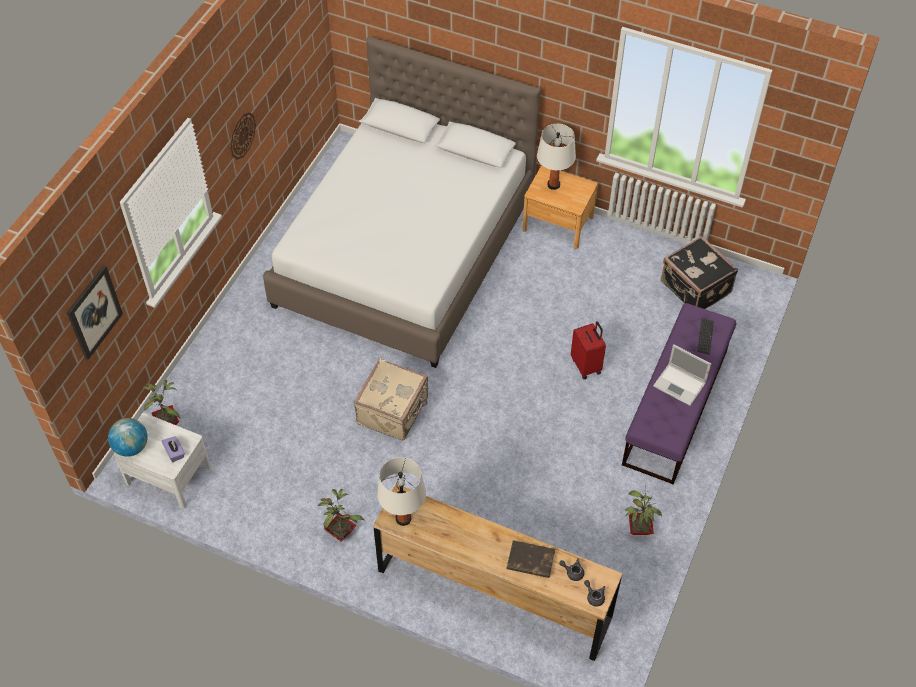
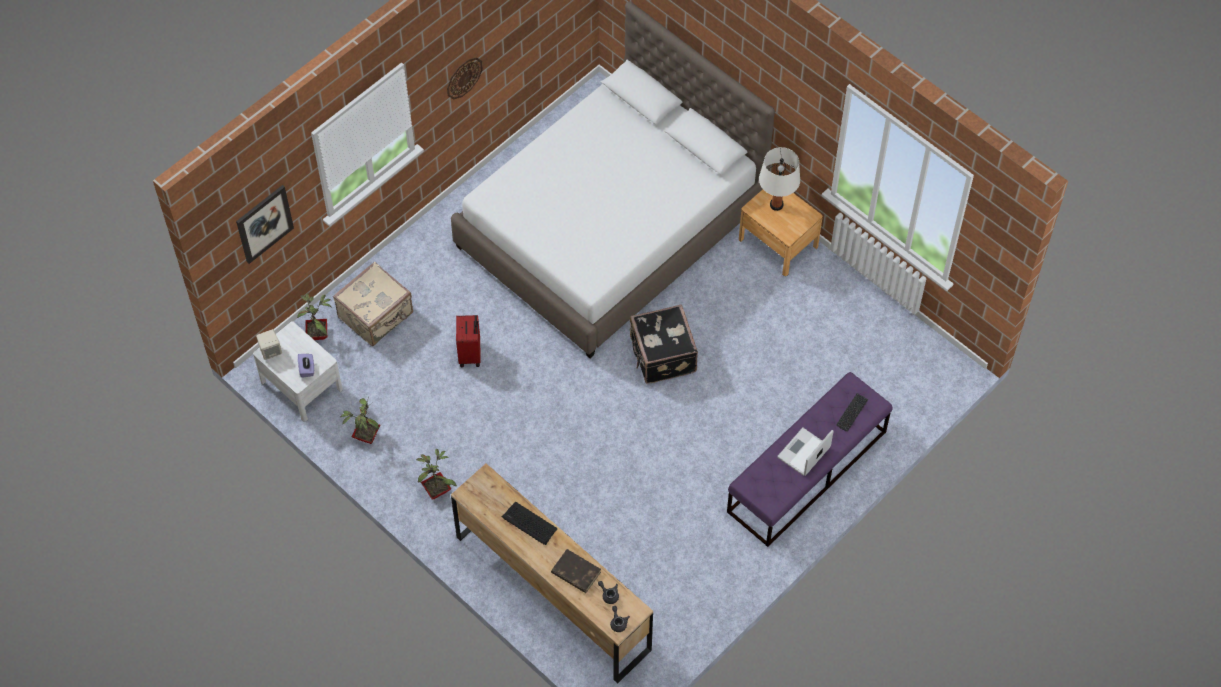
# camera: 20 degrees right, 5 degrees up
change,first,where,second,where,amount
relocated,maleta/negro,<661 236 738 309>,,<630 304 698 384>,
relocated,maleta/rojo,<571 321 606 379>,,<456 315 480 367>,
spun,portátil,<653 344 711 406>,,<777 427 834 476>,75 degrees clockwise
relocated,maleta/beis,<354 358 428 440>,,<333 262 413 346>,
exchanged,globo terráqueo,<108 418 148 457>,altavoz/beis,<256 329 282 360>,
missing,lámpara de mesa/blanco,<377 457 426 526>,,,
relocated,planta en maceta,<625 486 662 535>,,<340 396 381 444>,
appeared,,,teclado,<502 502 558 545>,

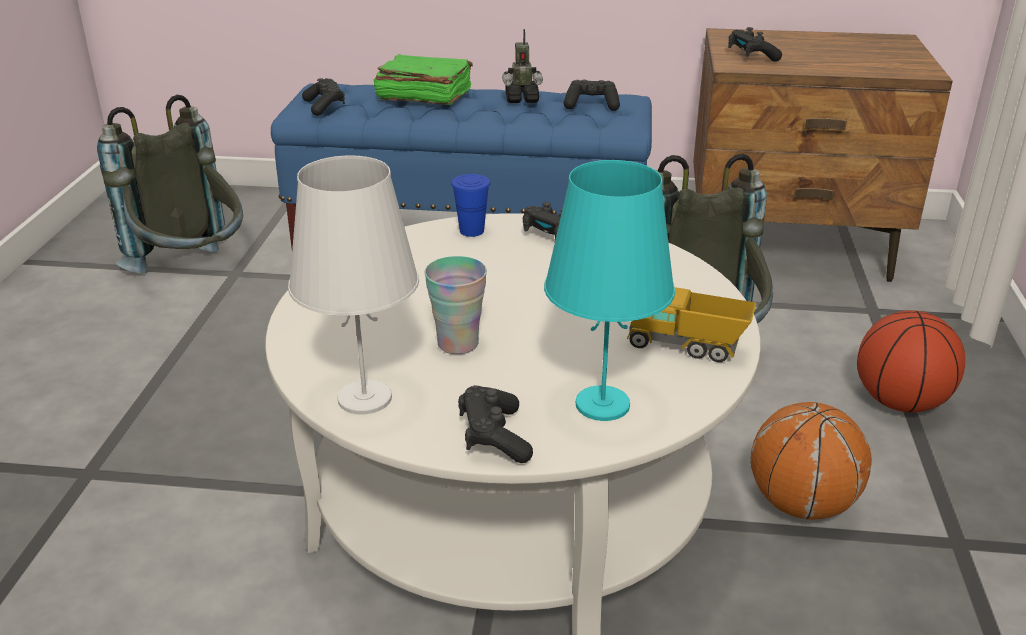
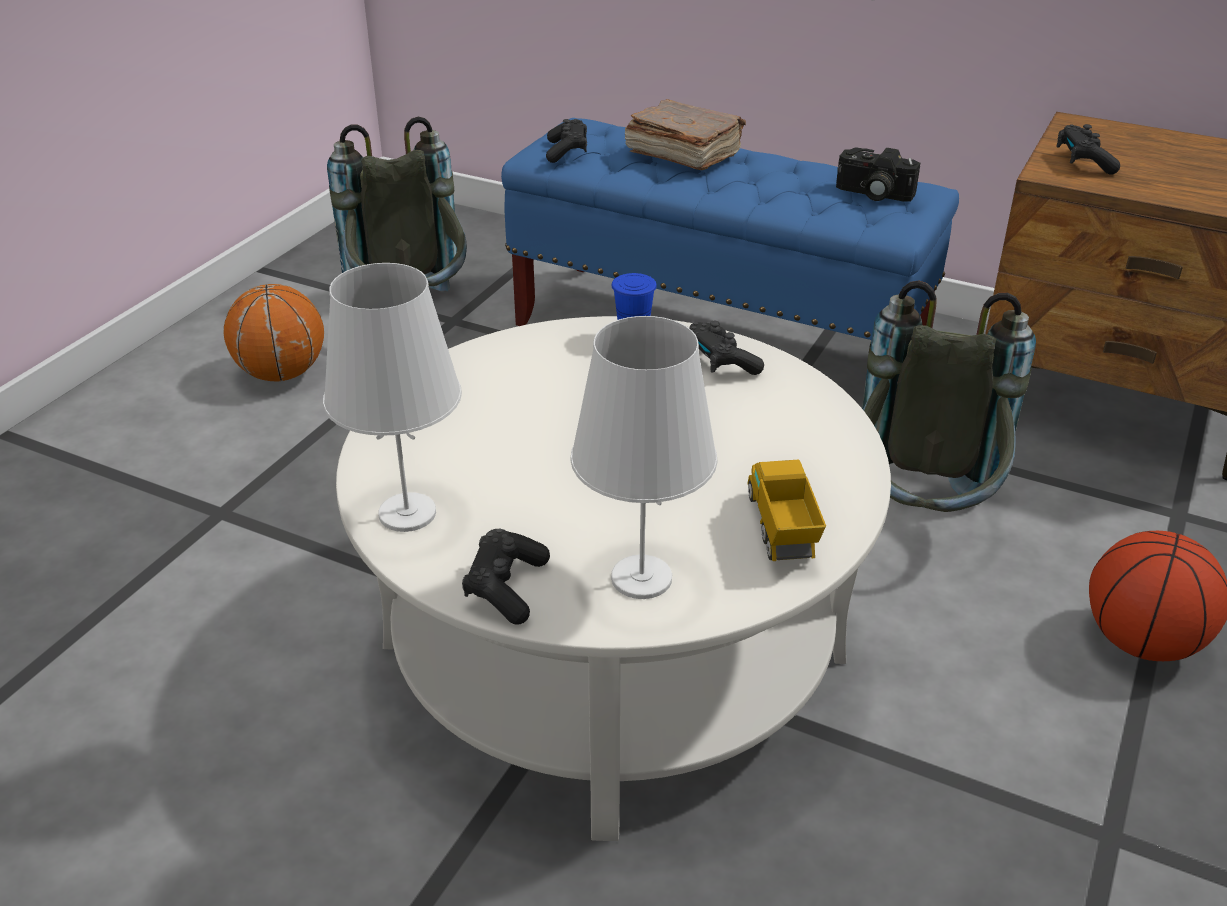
# camera: 20 degrees right, 5 degrees up
change,first,where,second,where,amount
missing,robot de juguete,<502 29 543 103>,,,
colour,libro/verde,<374 54 473 105>,libro/marrón,<625 99 746 170>,
exchanged,mando de consola/negro,<563 80 620 111>,cámara,<836 148 920 202>,
colour,lámpara de mesa/turquesa,<544 160 675 421>,lámpara de mesa/blanco,<570 316 718 599>,
missing,taza,<425 256 487 354>,,,
spun,camión de juguete,<627 287 757 362>,,<748 459 826 561>,45 degrees clockwise
relocated,balón de baloncesto,<750 402 872 520>,,<224 284 324 381>,

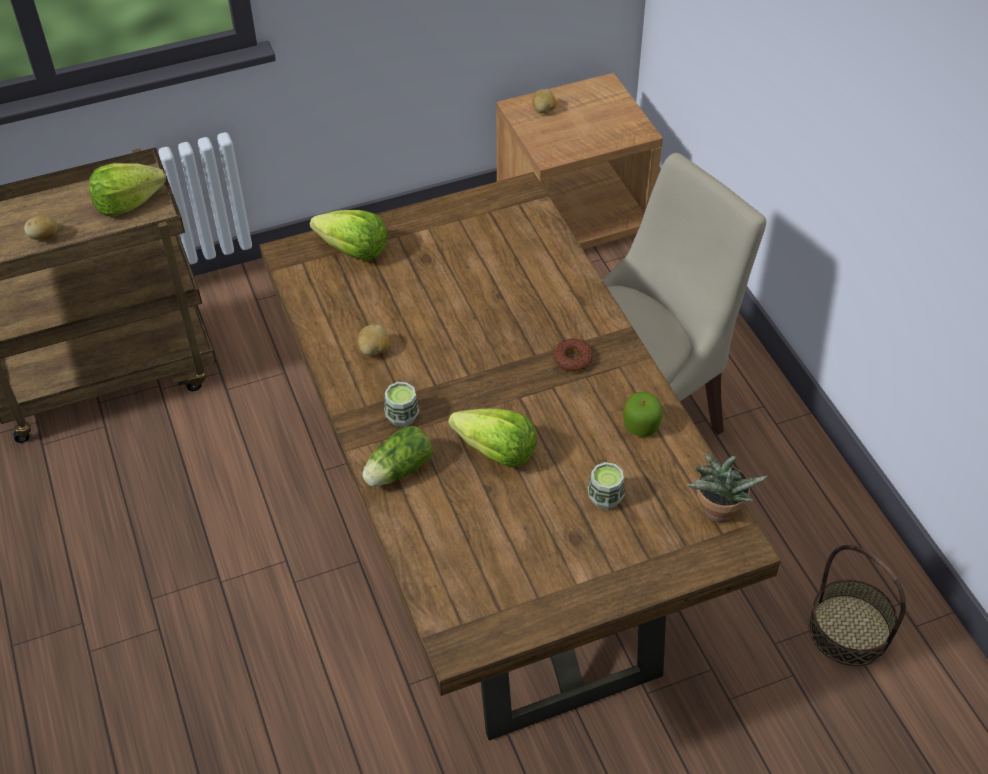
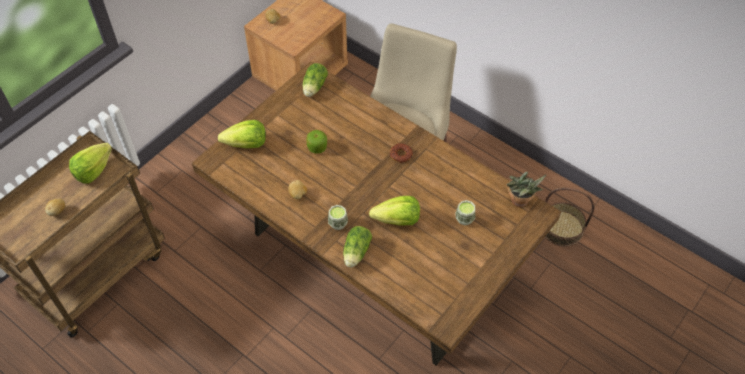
# camera: 30 degrees left, 5 degrees up
change,first,where,second,where,amount
relocated,manzana,<623 392 663 437>,,<306 130 327 154>,
appeared,,,lechuga,<302 63 328 97>,

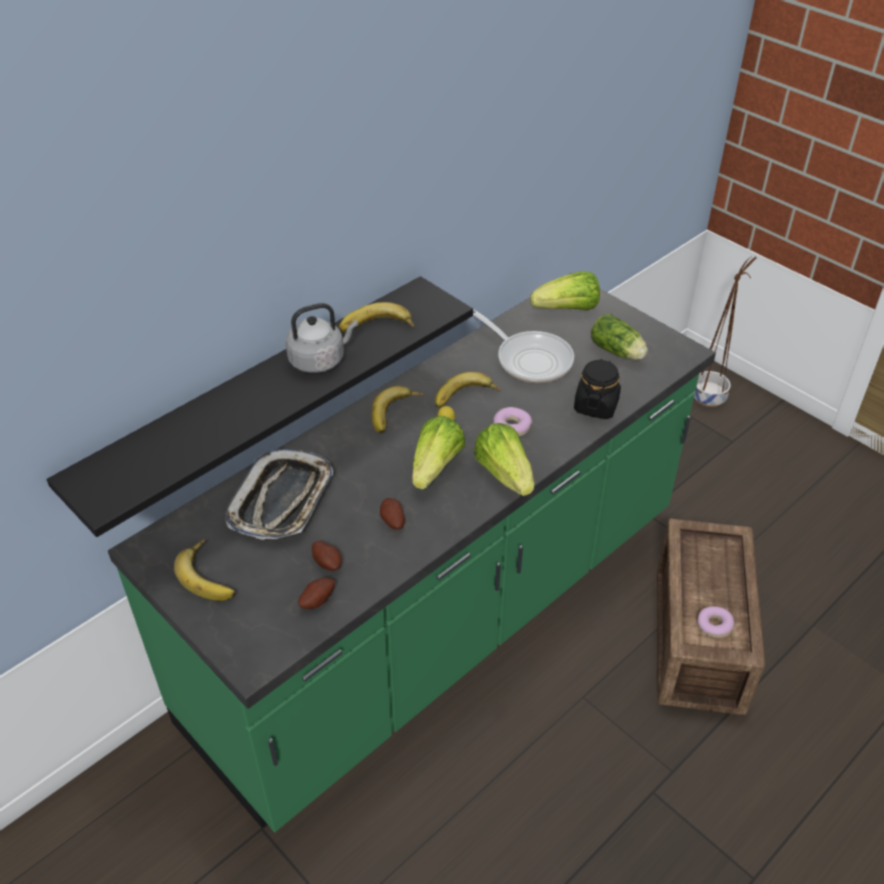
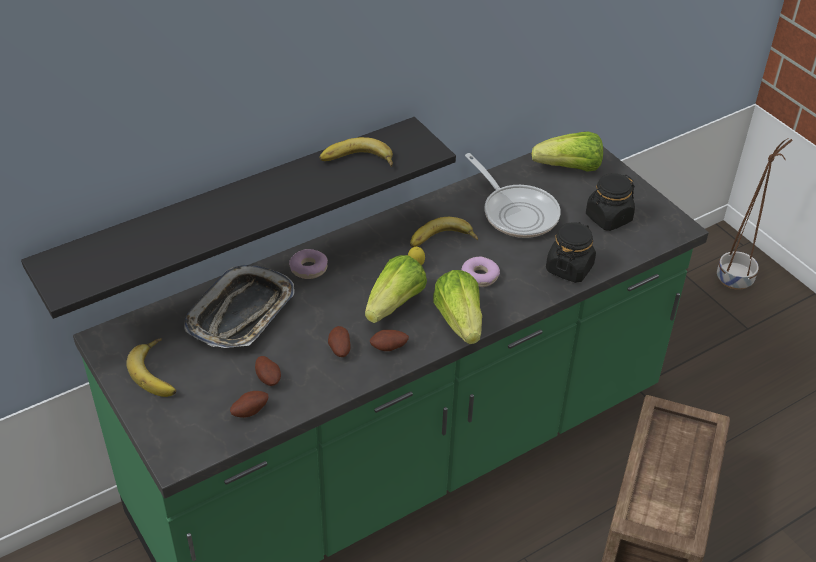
# camera: 10 degrees right, 0 degrees up
change,first,where,second,where,amount
missing,hervidor/gris,<285 303 358 373>,,,
exchanged,lechuga,<591 314 648 360>,tarro/negro,<586 173 635 231>,
missing,plátano,<371 386 424 433>,,,
relocated,rosquilla,<697 606 734 638>,,<289 249 328 279>,
appeared,,,patata,<370 330 409 351>,

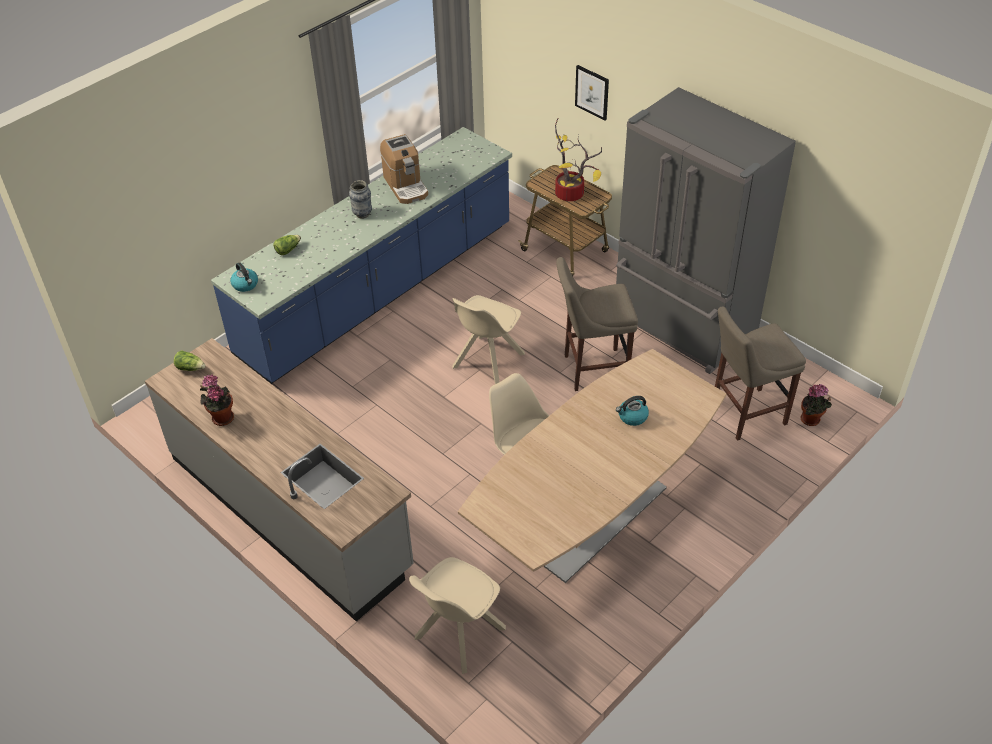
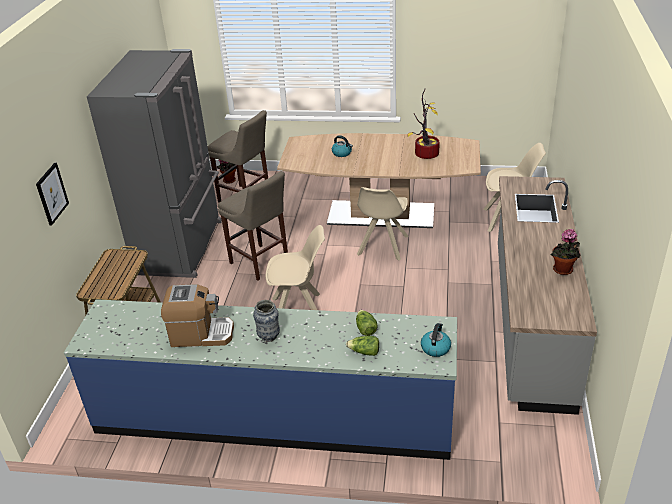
# camera: 125 degrees left, 10 degrees down
change,first,where,second,where,amount
relocated,planta en maceta,<555 118 602 201>,,<407 88 440 159>,
spun,cafetera,<380 134 428 204>,,<161 284 234 347>,60 degrees clockwise
relocated,lechuga,<174 350 206 371>,,<356 310 378 336>,

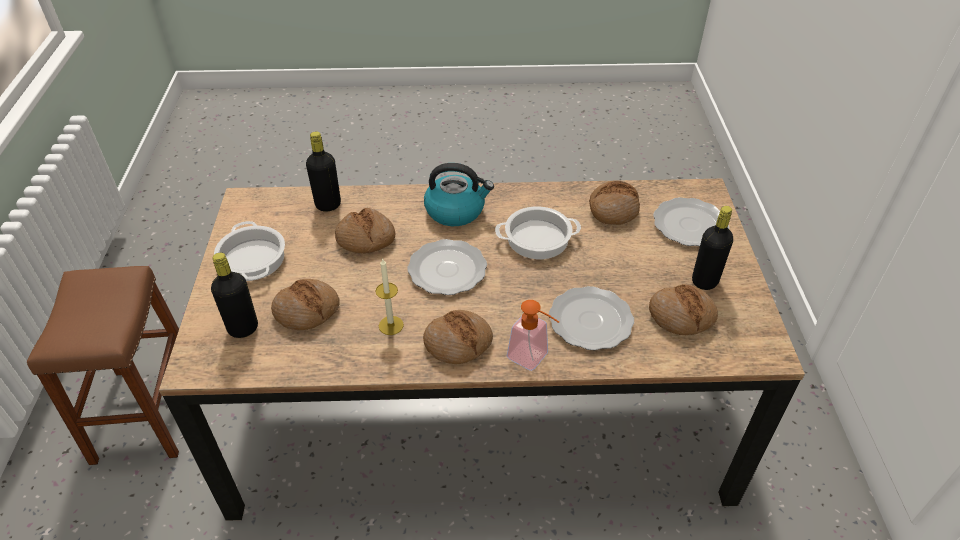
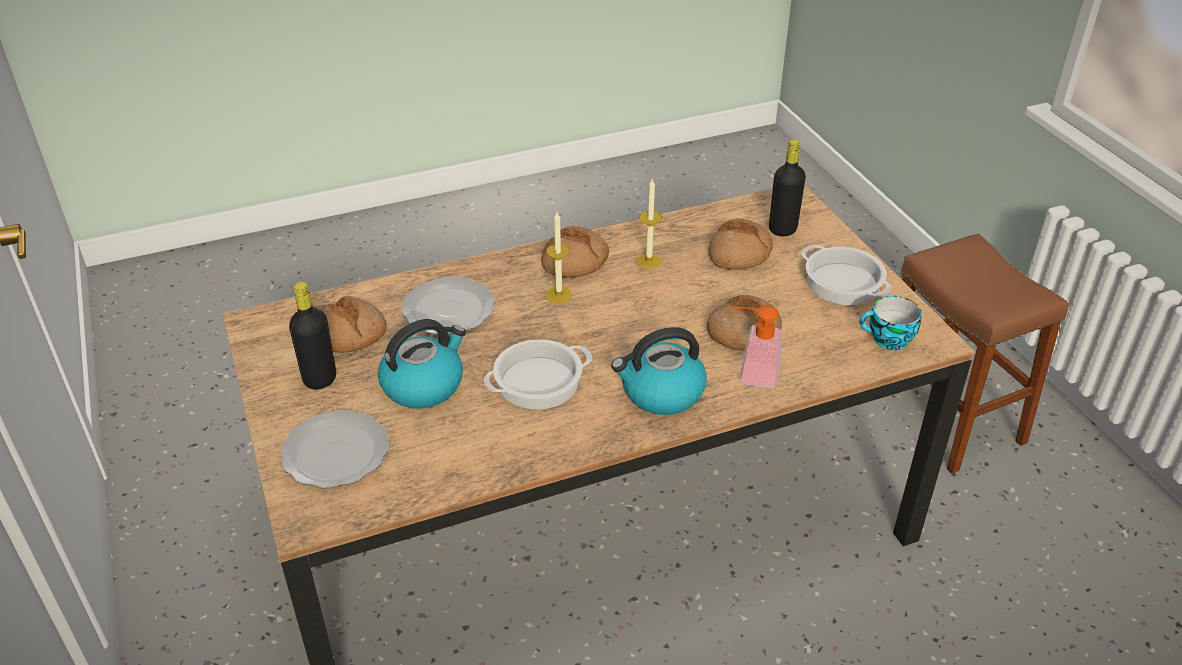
# camera: 160 degrees right, 5 degrees down
change,first,where,second,where,amount
missing,botella/negro,<306 132 341 212>,,,
missing,pan,<589 180 640 225>,,,
missing,plato,<407 239 487 295>,,,
relocated,dispensador de jabón,<507 300 559 371>,,<731 305 781 389>,
appeared,,,vela,<546 212 572 304>,
appeared,,,taza,<860 296 922 350>,
appeared,,,hervidor,<378 319 466 408>,

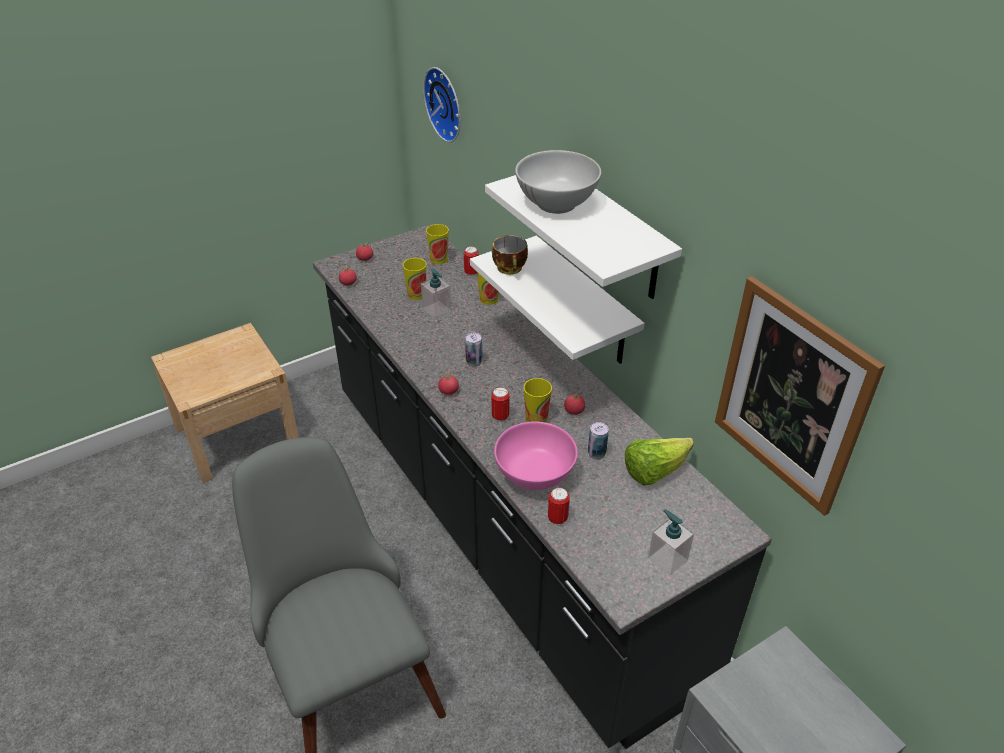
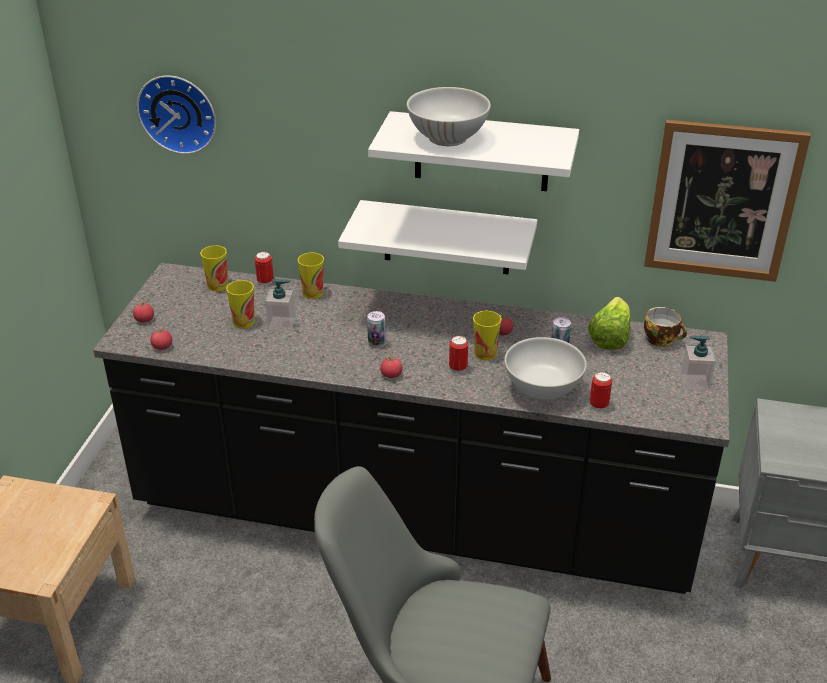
# camera: 45 degrees left, 5 degrees down
change,first,where,second,where,amount
relocated,taza,<492 235 528 275>,,<644 307 687 347>,
colour,cuenco/rosa,<494 421 578 490>,cuenco/blanco,<504 337 587 401>,

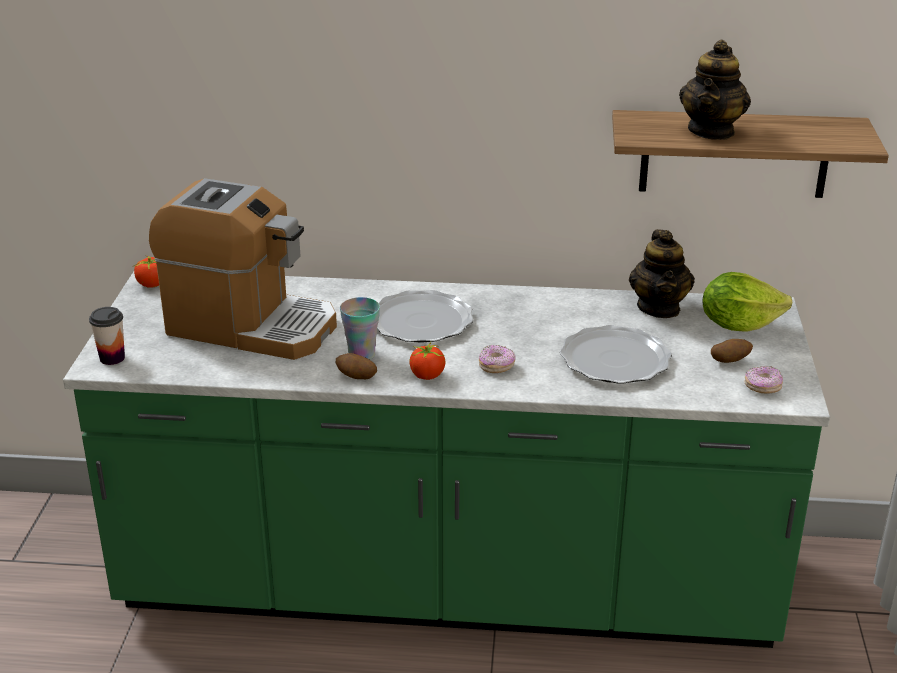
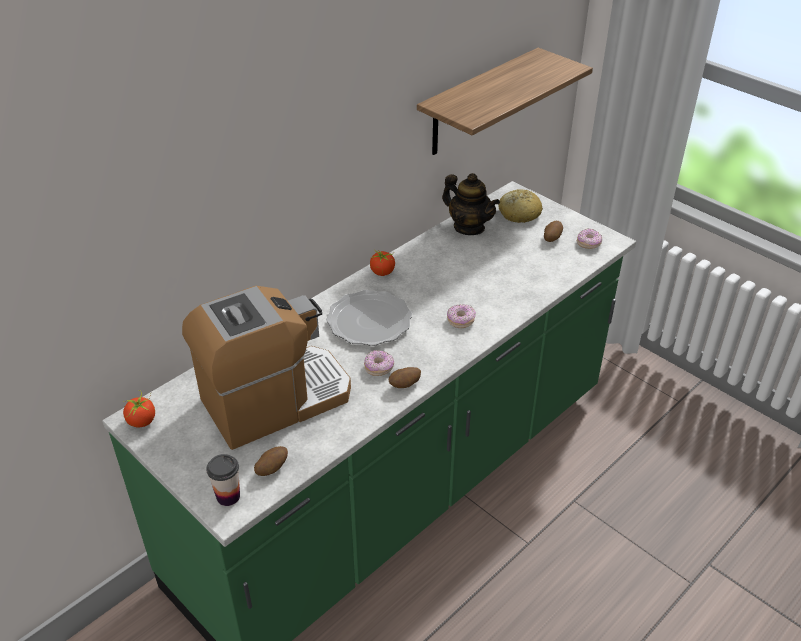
# camera: 50 degrees left, 10 degrees up
change,first,where,second,where,amount
missing,tetera,<679 39 751 140>,,,
exchanged,lechuga,<702 272 792 332>,pan,<498 189 543 223>,
exchanged,taza,<340 297 380 360>,rosquilla,<364 350 394 376>,
missing,plato,<560 325 672 384>,,,
relocated,tomate,<409 342 445 380>,,<370 250 395 276>,
appeared,,,patata,<254 446 288 476>,

